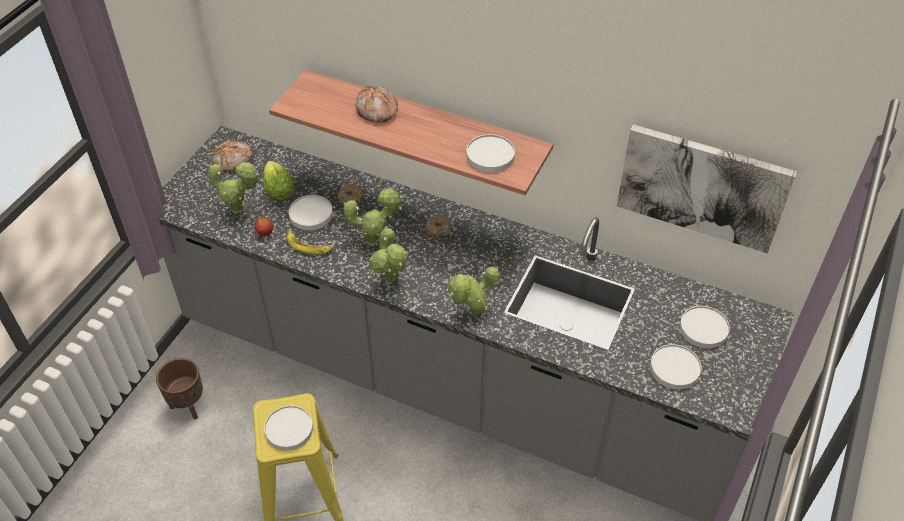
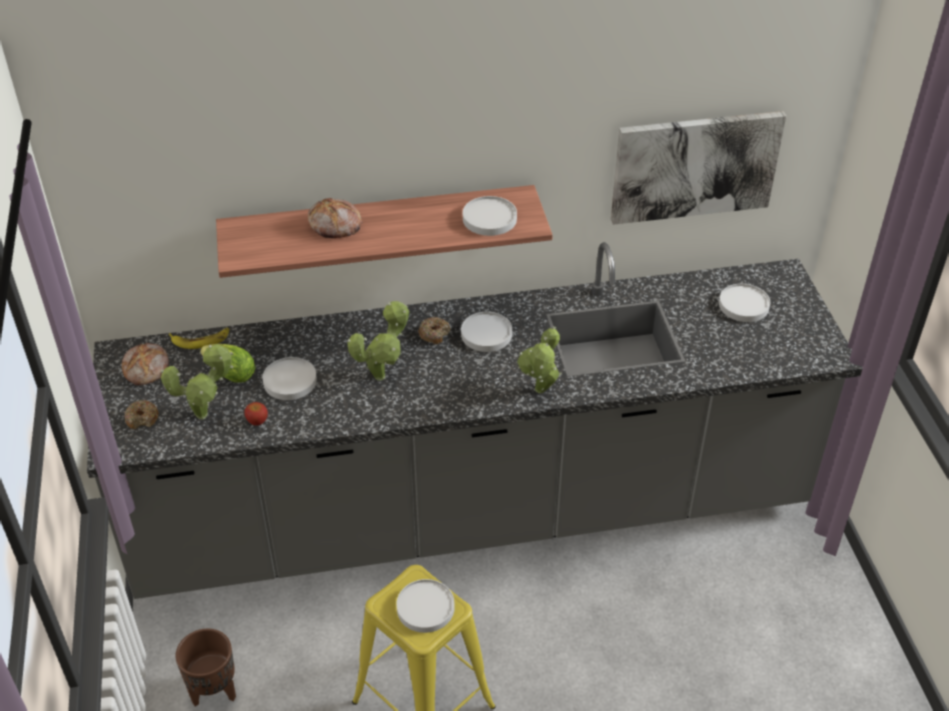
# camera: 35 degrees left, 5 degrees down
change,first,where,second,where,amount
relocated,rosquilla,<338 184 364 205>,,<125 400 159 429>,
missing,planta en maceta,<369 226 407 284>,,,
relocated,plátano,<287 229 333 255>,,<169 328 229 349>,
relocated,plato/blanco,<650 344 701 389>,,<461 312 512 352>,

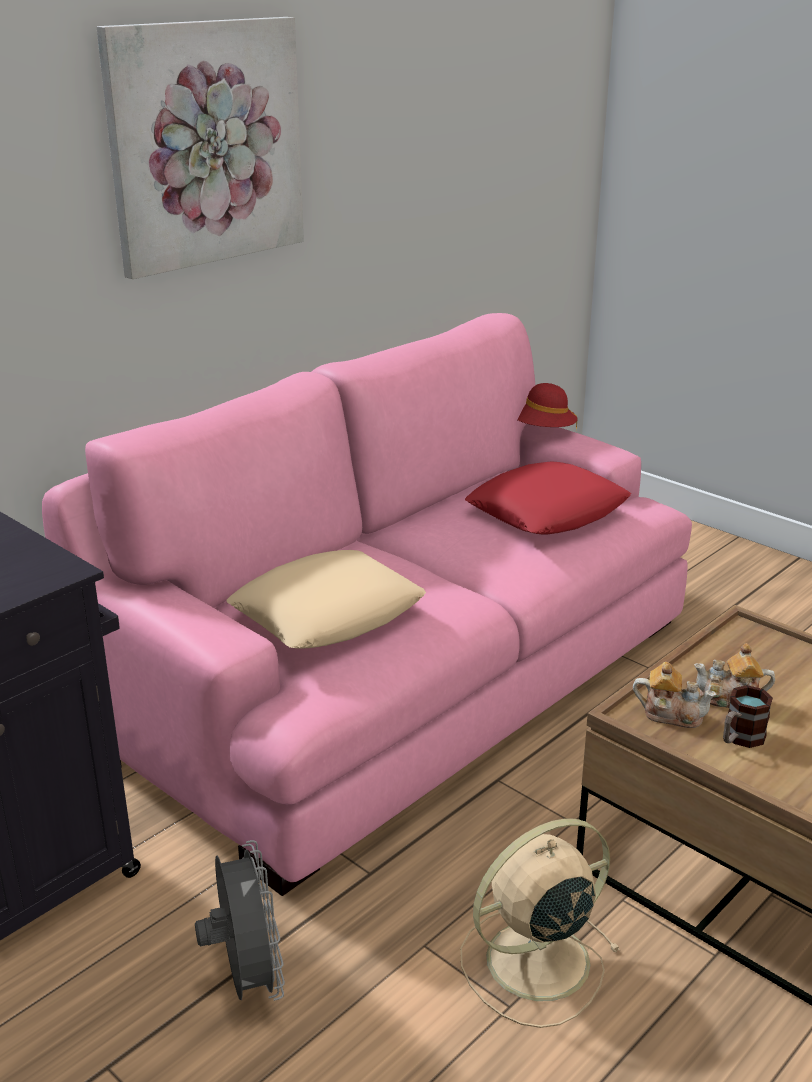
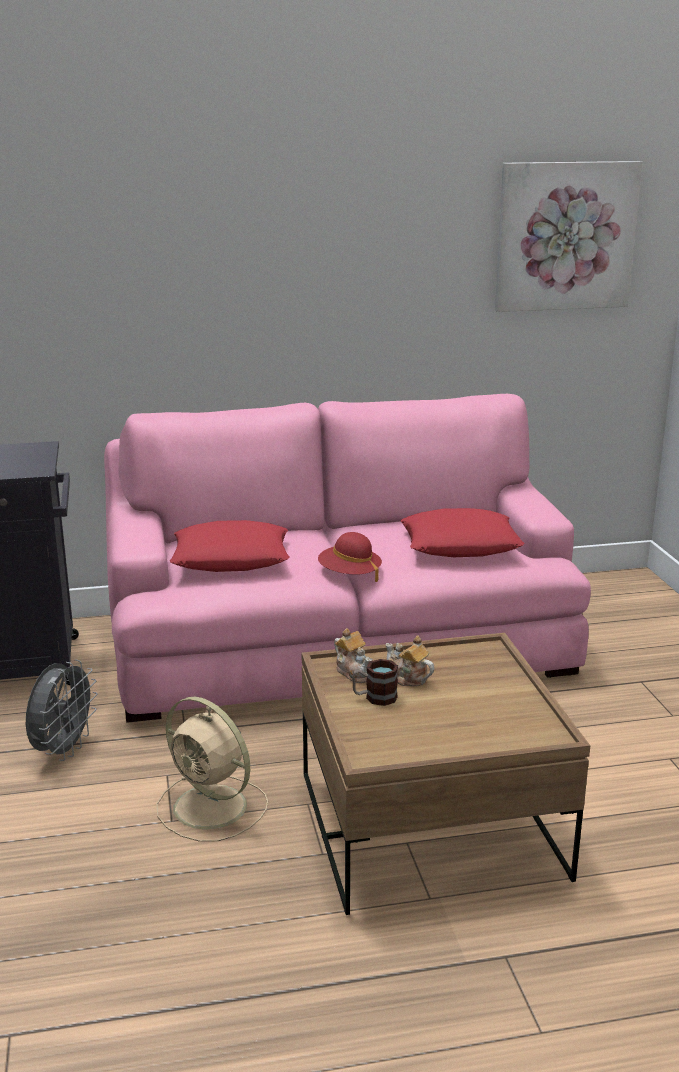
# camera: 35 degrees right, 5 degrees down
change,first,where,second,where,amount
relocated,cuadro,<97 17 304 279>,,<495 161 643 312>,
relocated,sombrero/rojo,<517 383 578 431>,,<318 532 382 582>,
colour,cojín/beis,<226 550 426 649>,cojín/rojo,<170 520 290 572>,
spun,ventilador/beis,<460 818 620 1028>,,<156 697 268 842>,150 degrees counterclockwise

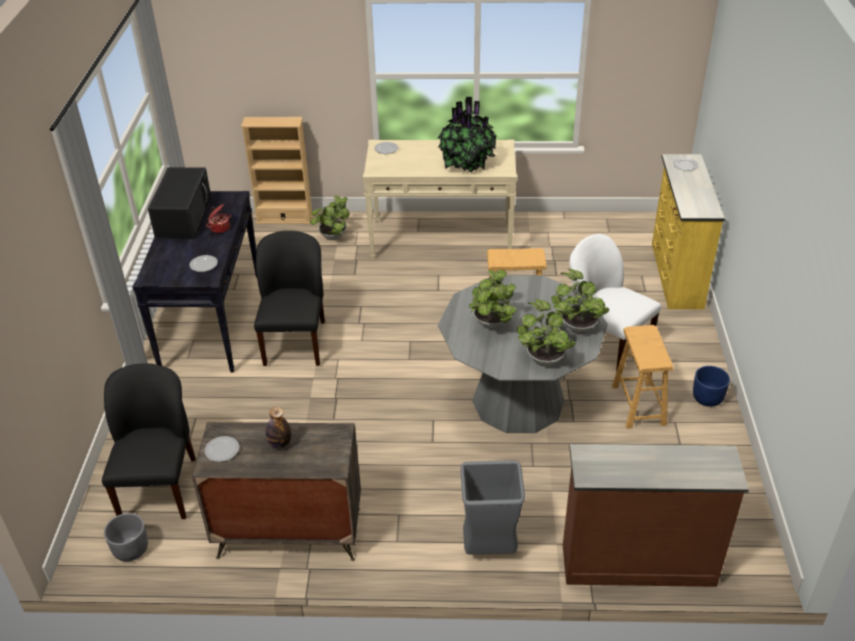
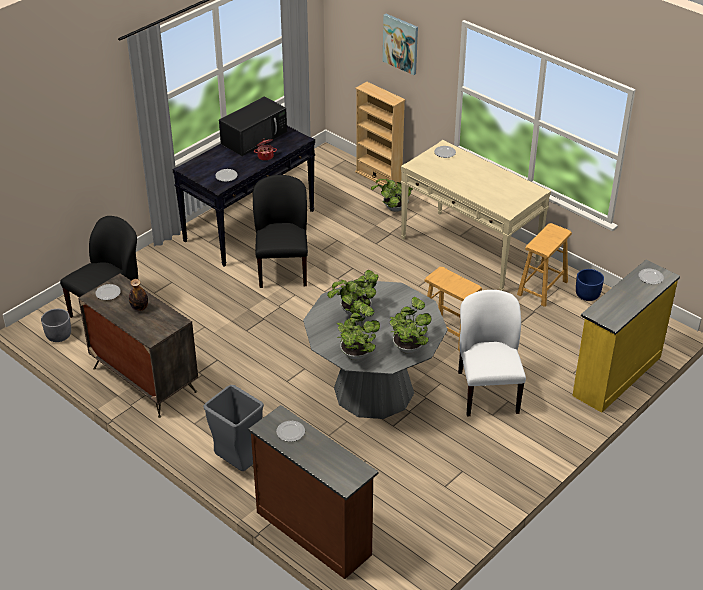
# camera: 40 degrees right, 0 degrees up
change,first,where,second,where,amount
missing,planta en maceta,<437 96 496 173>,,,
spun,silla/negro,<254 231 325 366>,,<253 175 308 288>,45 degrees counterclockwise
relocated,taburete/marrón,<612 325 673 429>,,<517 223 572 307>,
relocated,maceta/azul,<693 366 730 407>,,<576 269 604 301>,
appeared,,,cuadro,<383 14 418 75>,
appeared,,,plato,<276 421 305 442>,

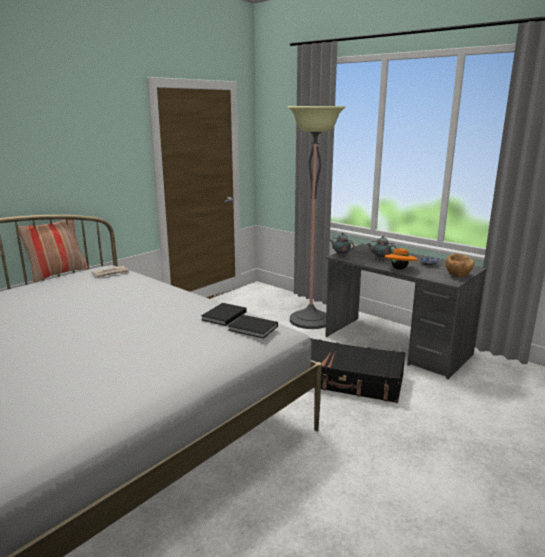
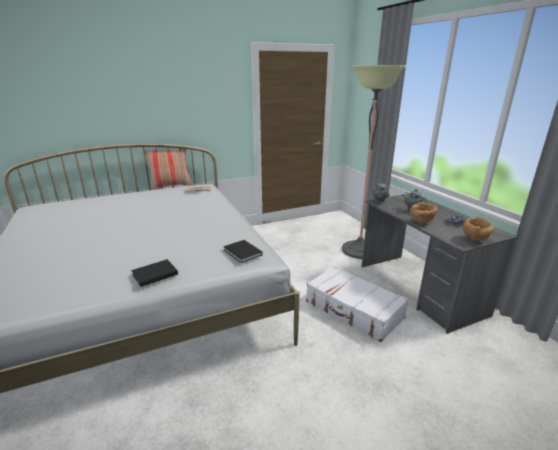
# camera: 25 degrees right, 5 degrees up
change,first,where,second,where,amount
exchanged,sombrero/naranja,<384 248 417 270>,cuenco/marrón,<410 202 437 224>,
relocated,libro/negro,<201 303 247 326>,,<131 259 178 287>,
colour,maleta/negro,<311 338 405 403>,maleta/blanco,<306 266 409 342>,

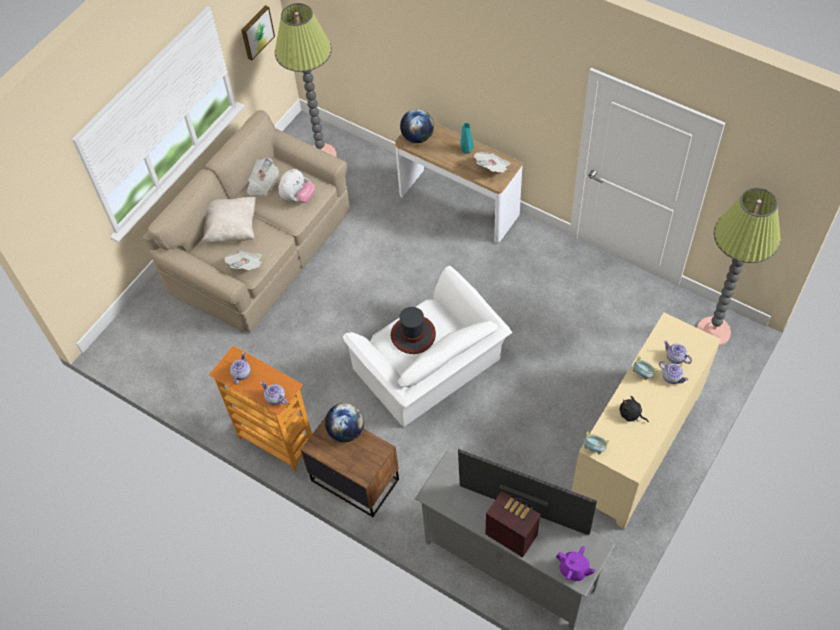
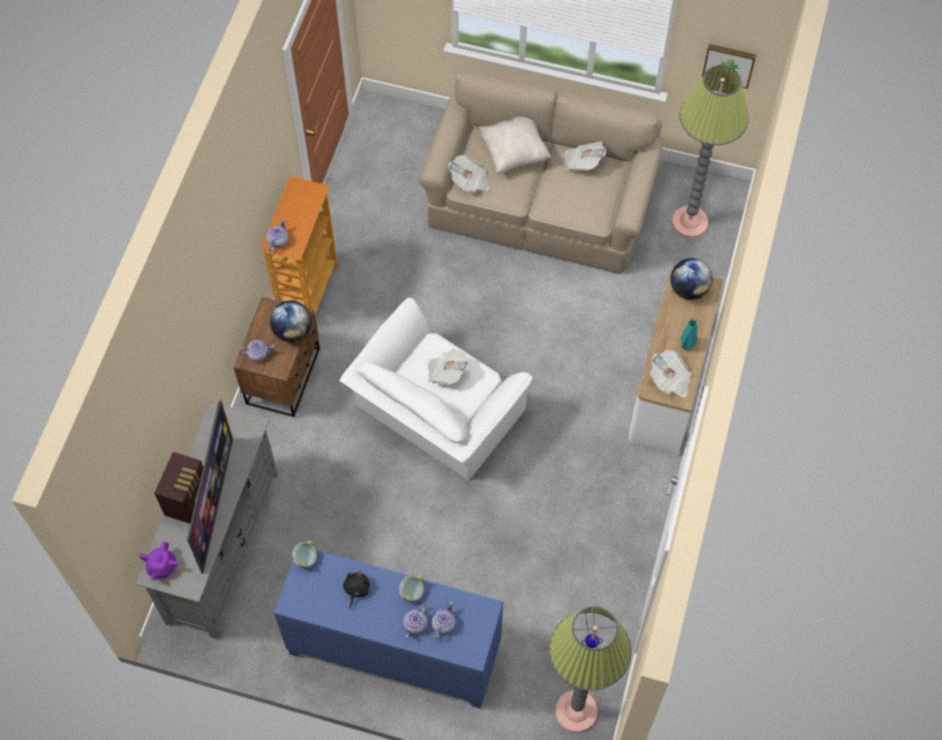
# camera: 70 degrees right, 5 degrees up
change,first,where,second,where,amount
missing,peluche,<278 169 315 203>,,,
exchanged,sombrero,<391 307 436 354>,periódico,<428 349 469 385>,
colour,armario/beis,<572 312 721 529>,armario/azul,<274 550 503 709>,
relocated,tetera,<230 352 251 384>,,<239 340 274 362>,

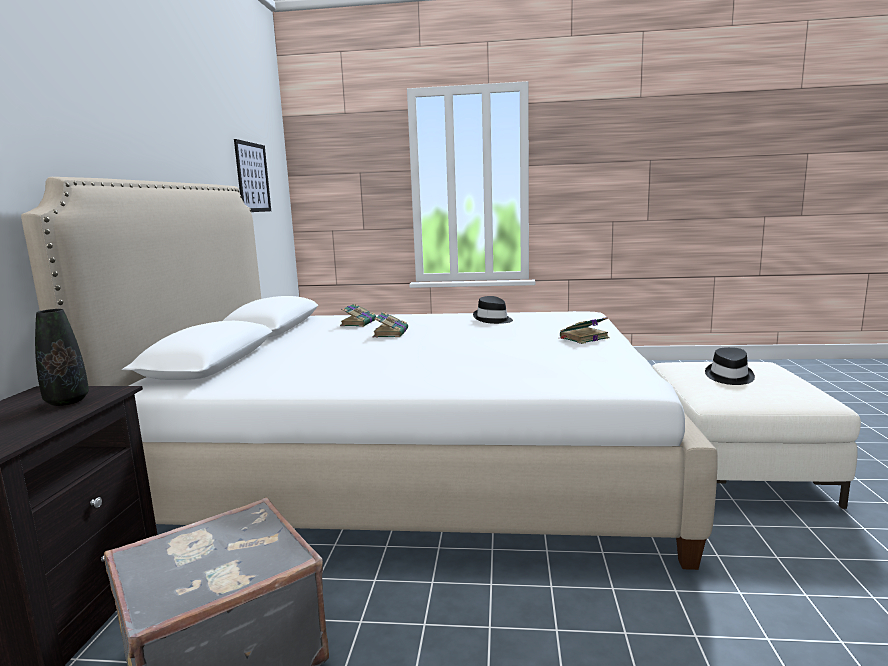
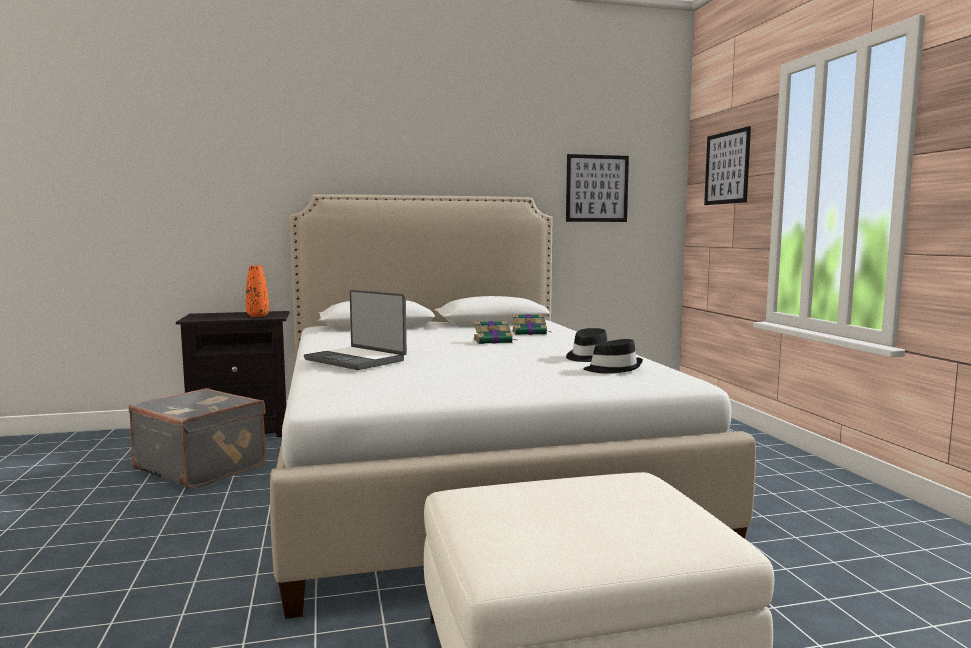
# camera: 70 degrees right, 5 degrees down
change,first,where,second,where,amount
colour,florero/negro,<35 309 89 406>,florero/naranja,<246 265 269 317>,
missing,libro,<560 317 609 344>,,,
relocated,sombrero/negro,<705 347 755 385>,,<583 339 643 374>,
appeared,,,cuadro,<704 126 751 205>,
appeared,,,portátil,<304 290 407 370>,

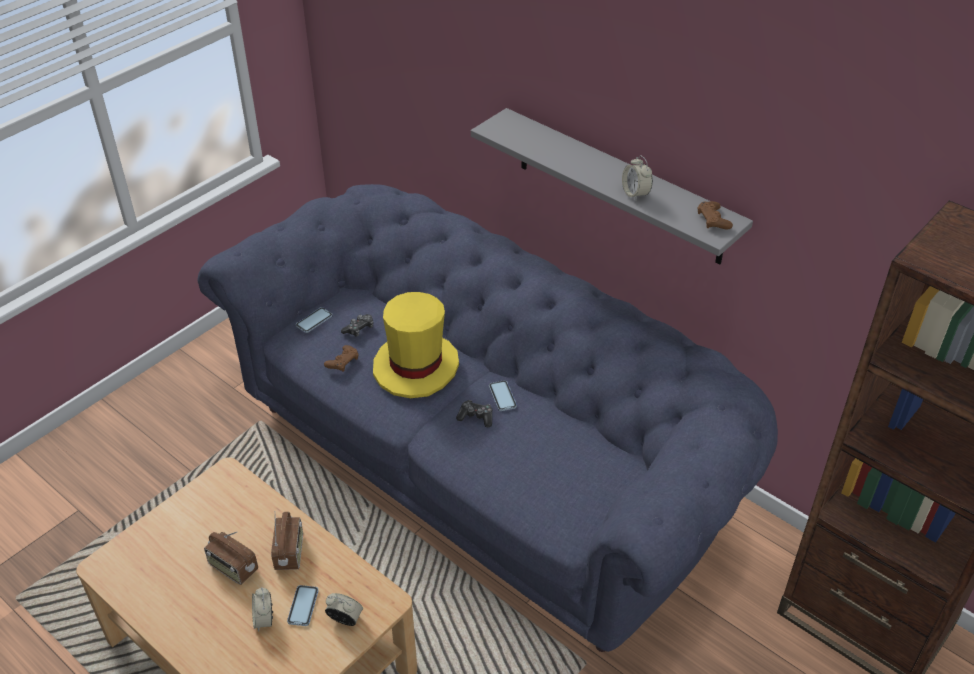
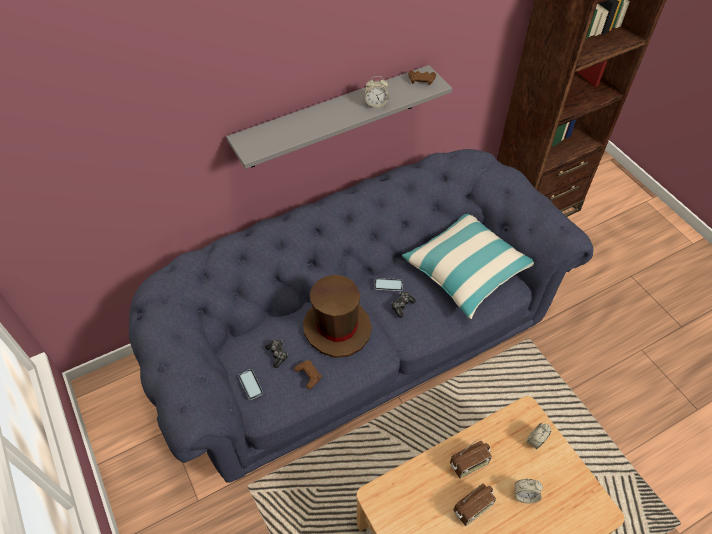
# camera: 70 degrees left, 10 degrees up
change,first,where,second,where,amount
colour,sombrero/amarillo,<373 292 459 399>,sombrero/marrón,<303 275 372 358>,
spun,radio,<271 511 303 570>,,<450 439 492 478>,135 degrees clockwise
missing,móvil,<287 585 319 626>,,,
appeared,,,cojín,<402 214 534 319>,

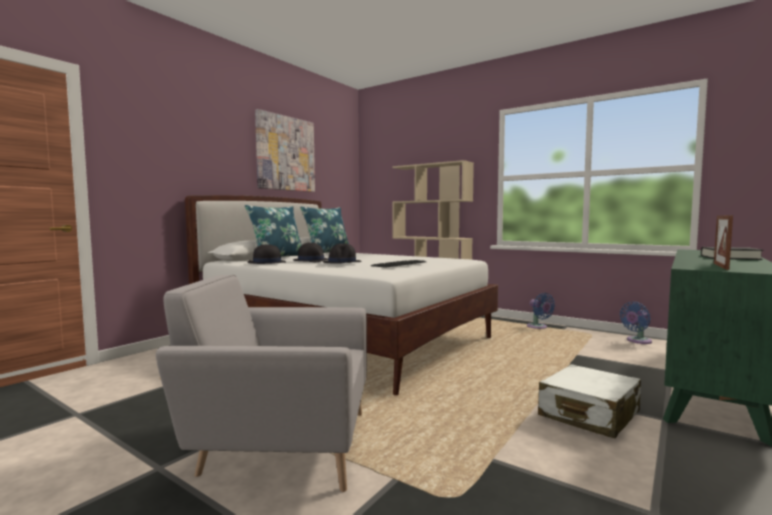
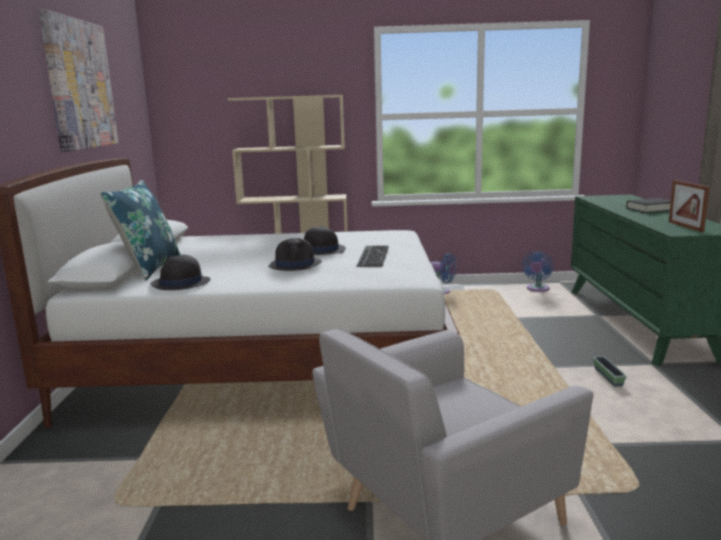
# camera: 35 degrees left, 10 degrees up
change,first,where,second,where,amount
missing,cojín/azul,<300 206 349 253>,,,
relocated,sombrero/negro,<293 243 328 262>,,<304 226 346 255>,
exchanged,maleta/blanco,<538 364 641 439>,maceta,<593 356 626 387>,

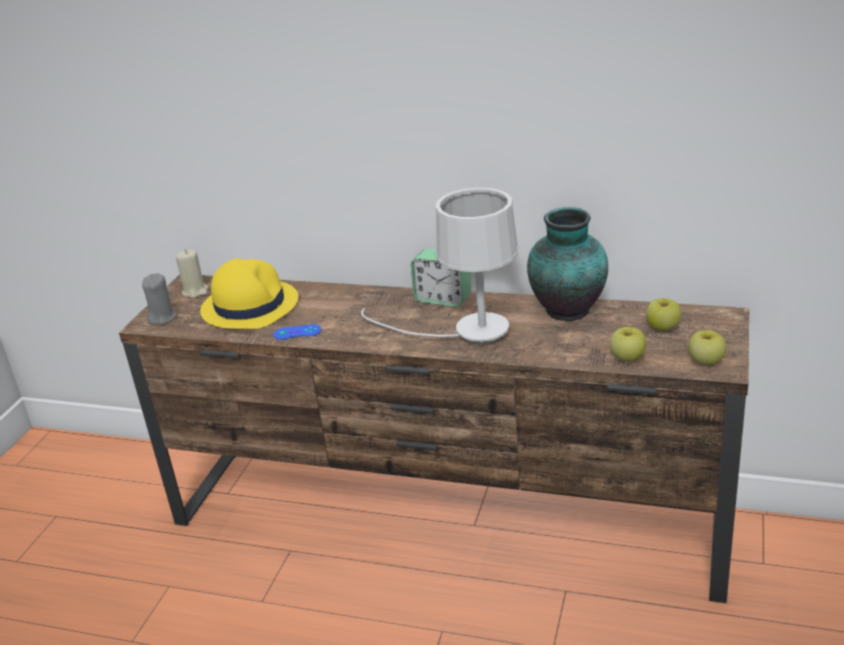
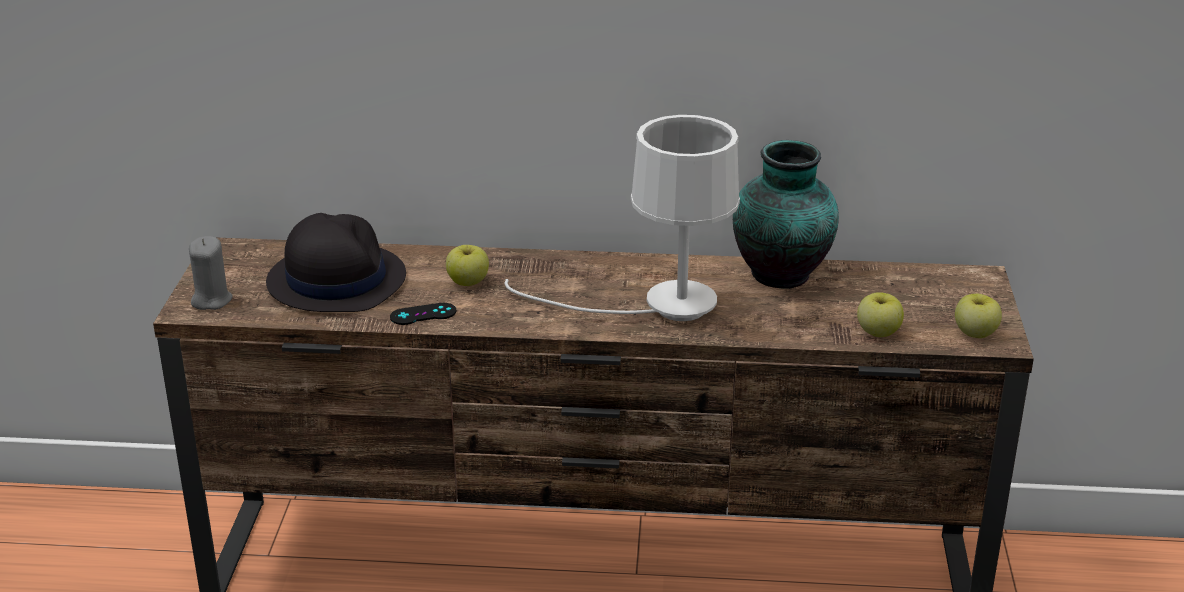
# camera: 15 degrees left, 0 degrees up
change,first,where,second,where,amount
missing,vela/beis,<176 249 208 298>,,,
missing,despertador,<411 249 471 307>,,,
colour,sombrero/amarillo,<200 258 298 329>,sombrero/negro,<266 213 406 312>,
relocated,manzana,<646 298 681 331>,,<446 245 489 286>,
colour,mando de consola/azul,<273 324 321 340>,mando de consola/negro,<390 303 456 325>,

